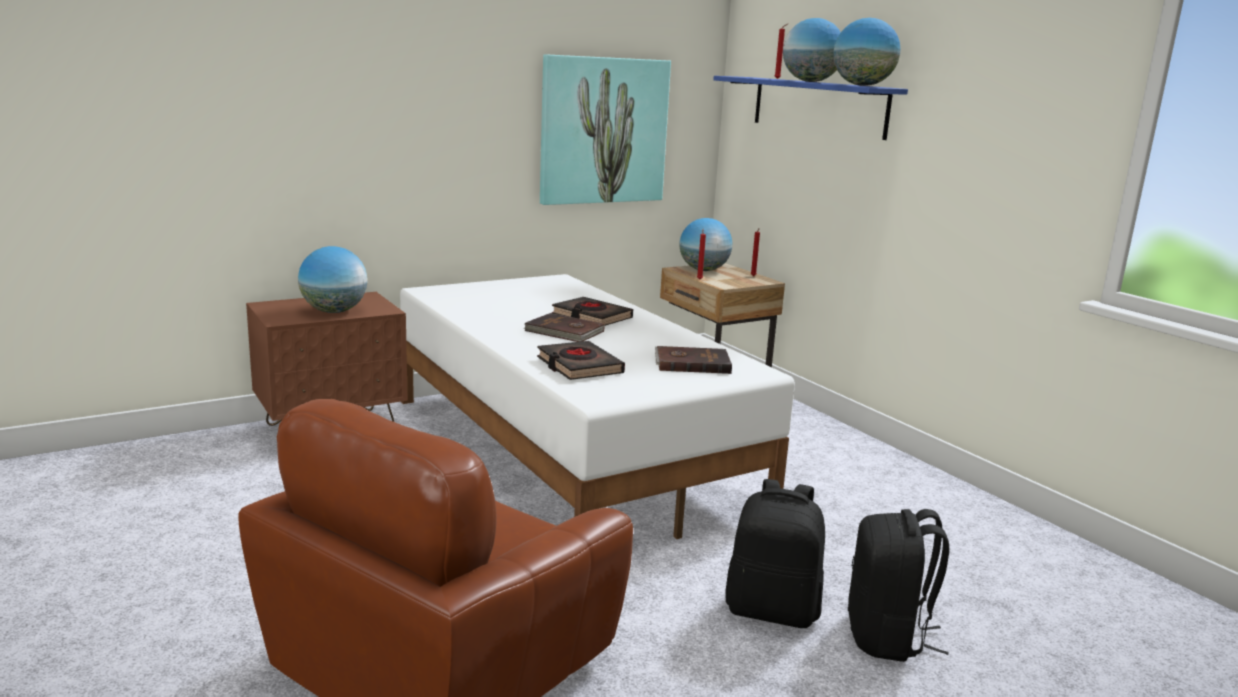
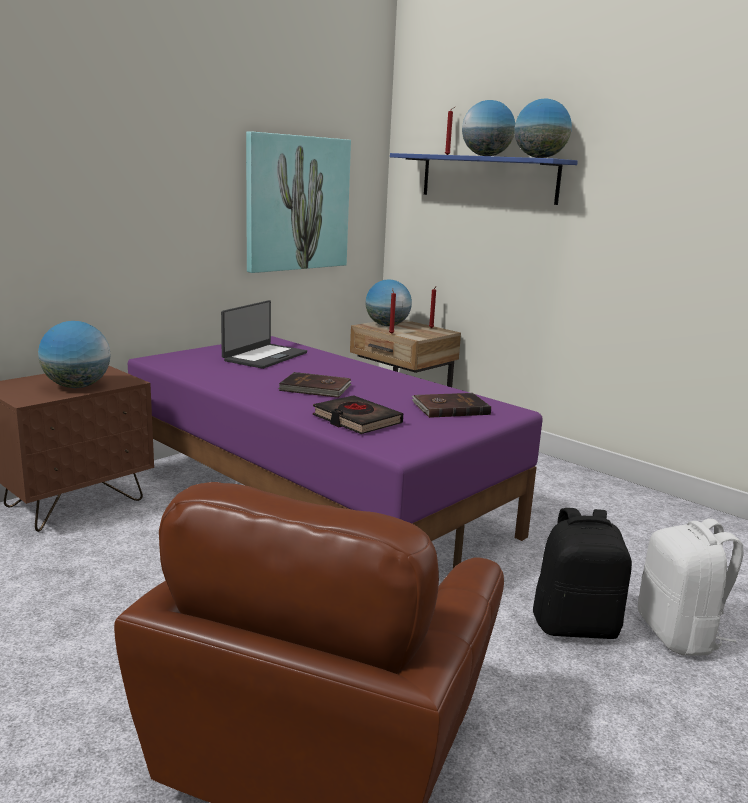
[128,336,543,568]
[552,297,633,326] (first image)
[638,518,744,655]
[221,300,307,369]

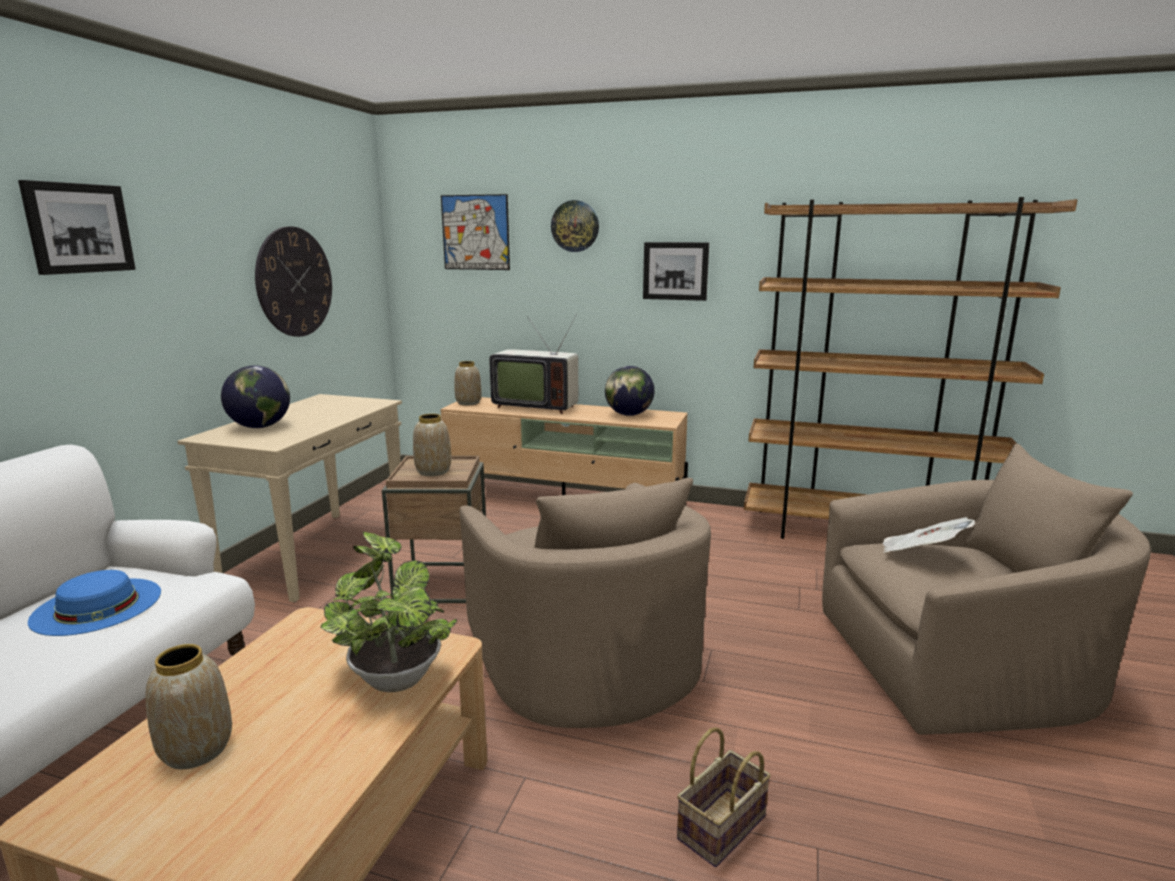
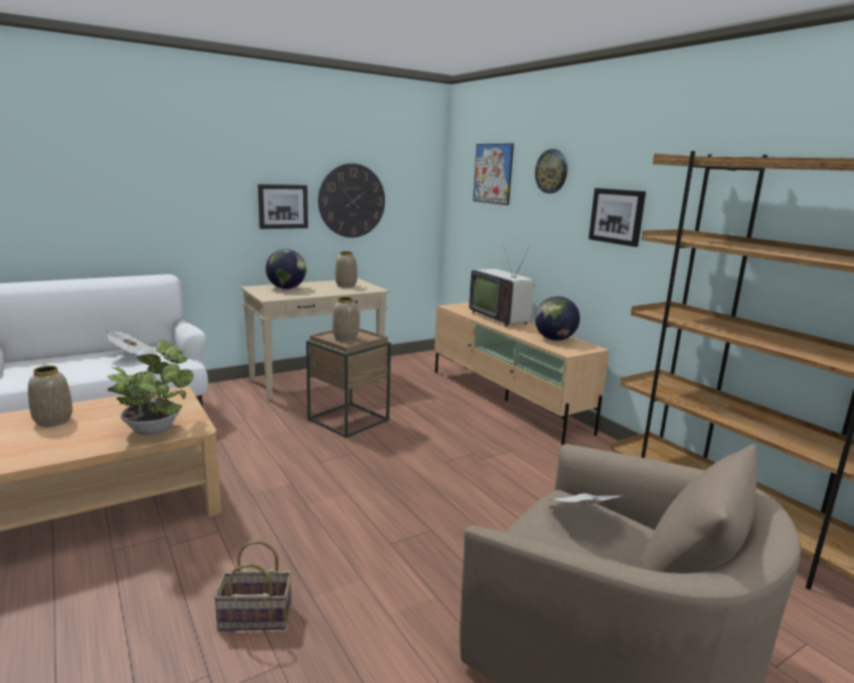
[258,184,308,229]
[103,331,158,356]
[335,251,357,288]
[459,478,711,728] (first image)

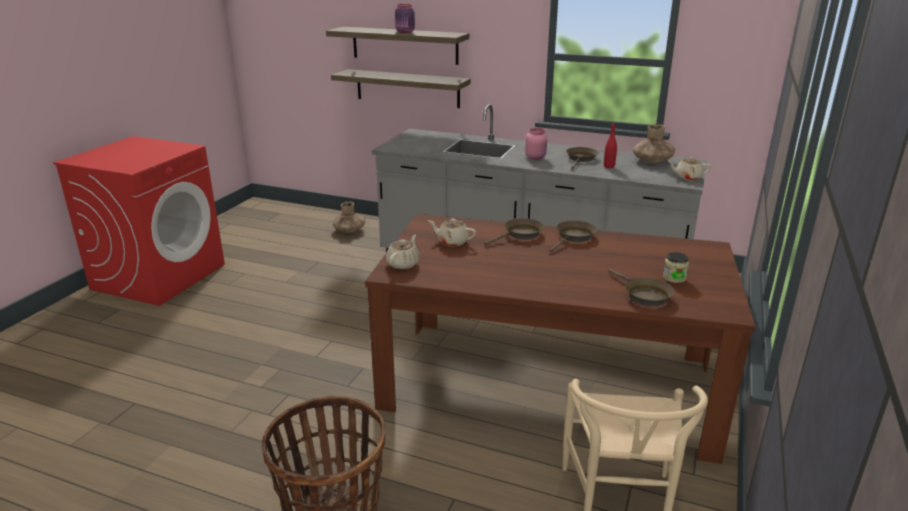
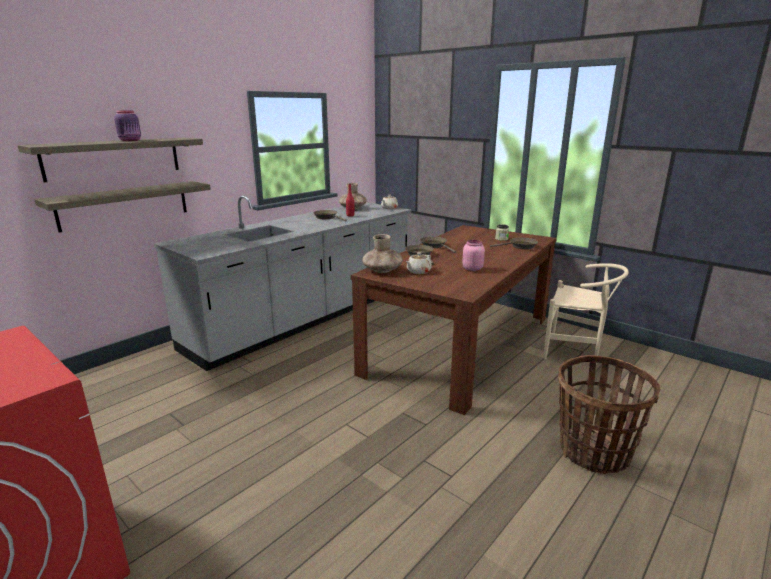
[362,234,403,273]
[386,235,420,269] (first image)
[462,240,485,271]

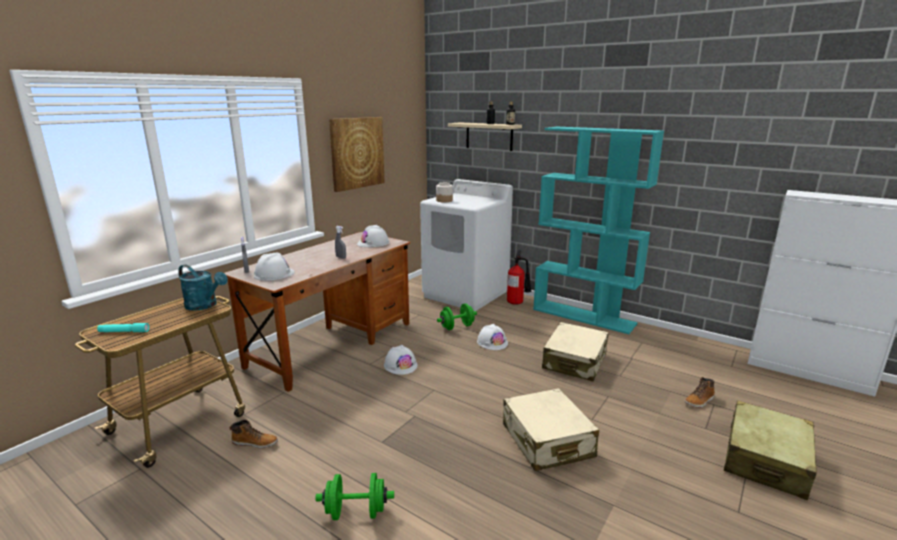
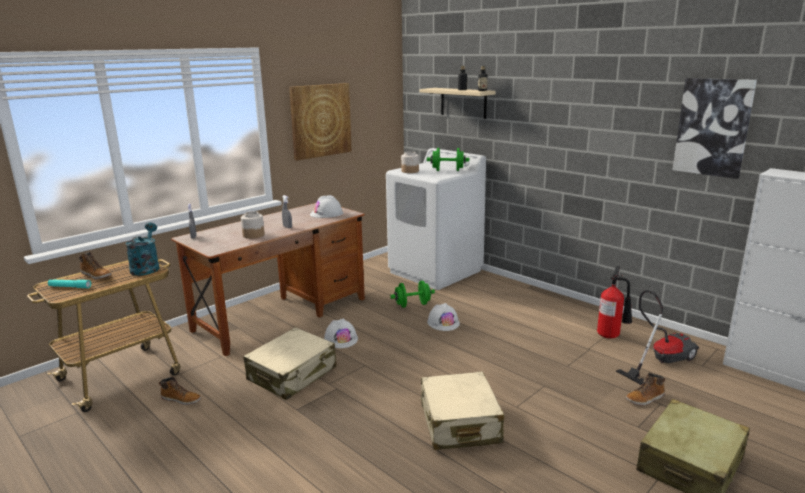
[125,223,159,276]
[254,252,295,281] (first image)
[427,148,469,171]
[597,266,632,338]
[533,127,664,334] (first image)
[244,327,337,400]
[79,252,112,279]
[241,211,265,239]
[616,290,699,385]
[673,78,757,179]

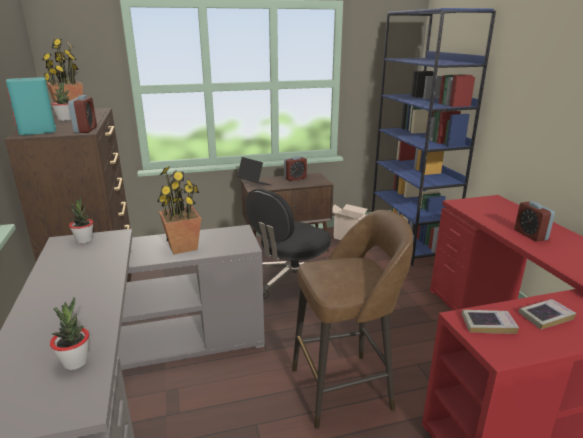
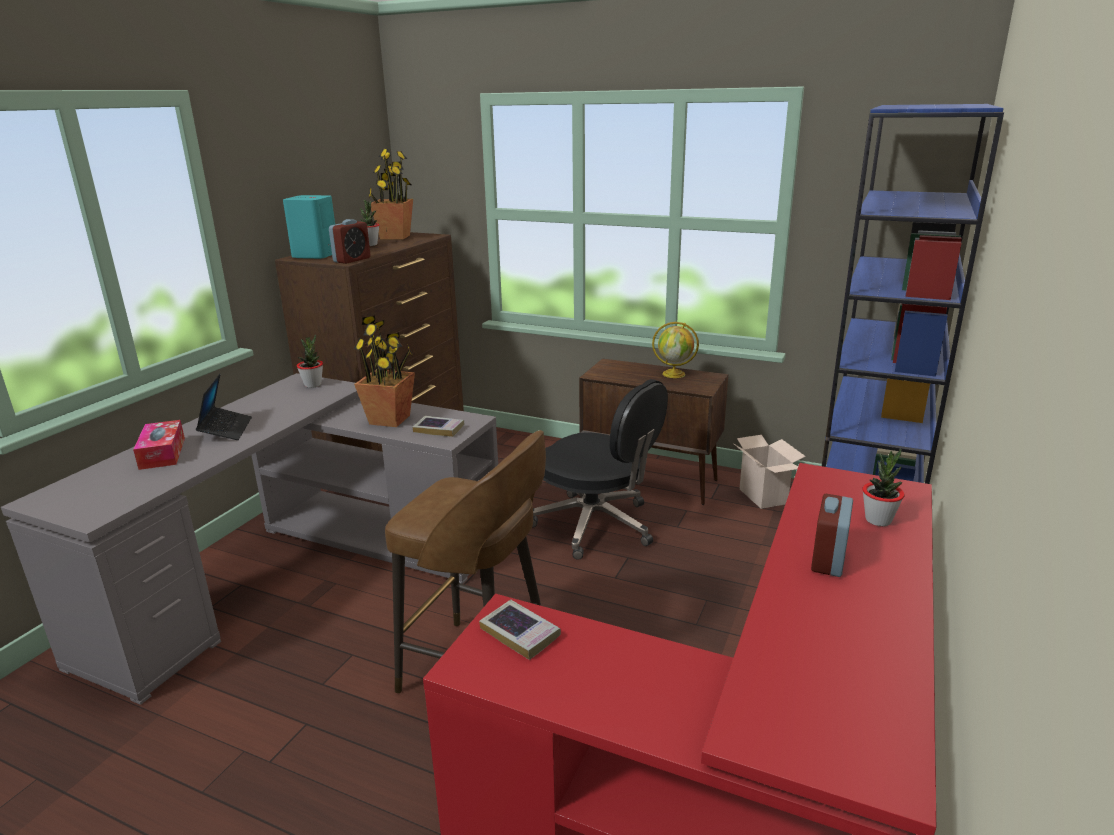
[862,449,905,526]
[196,373,252,440]
[532,379,668,560]
[652,322,699,378]
[412,416,464,437]
[133,420,185,470]

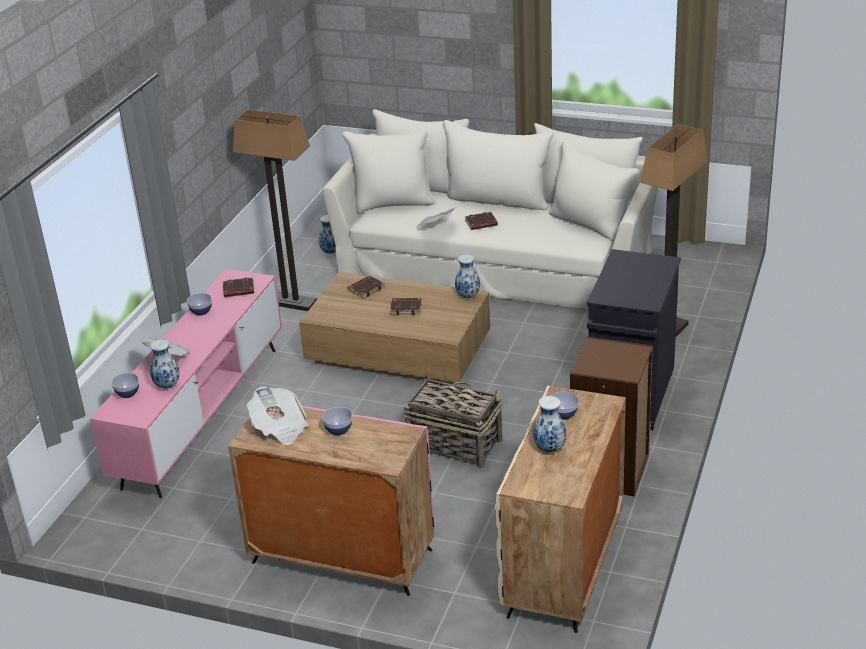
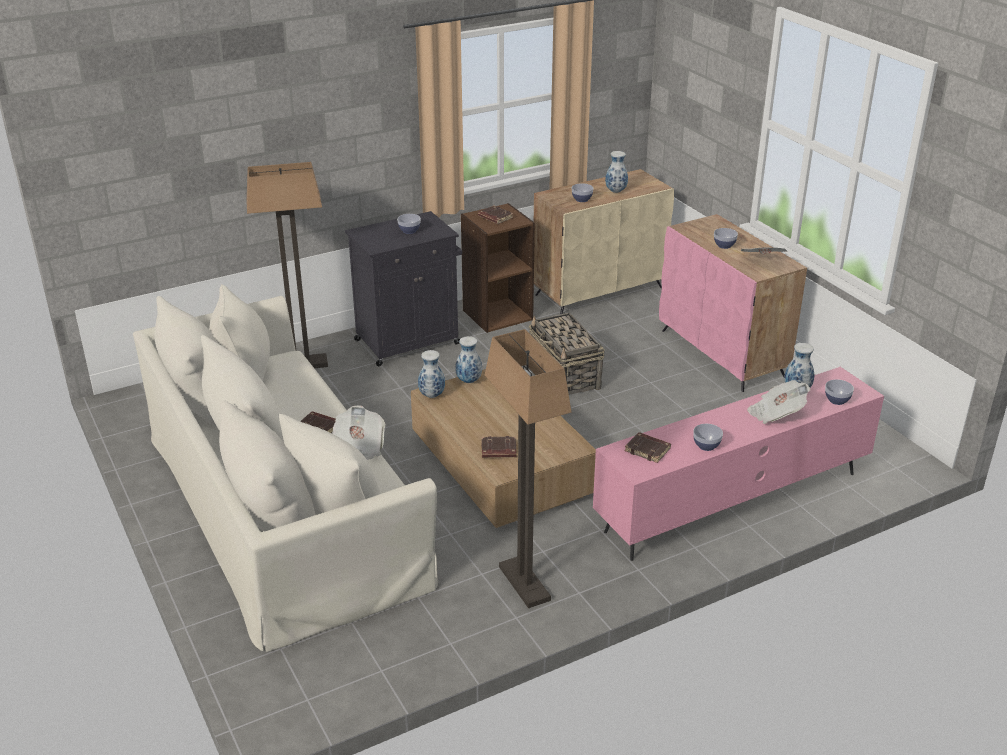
[455,336,482,383]
[478,206,513,224]
[397,214,421,234]

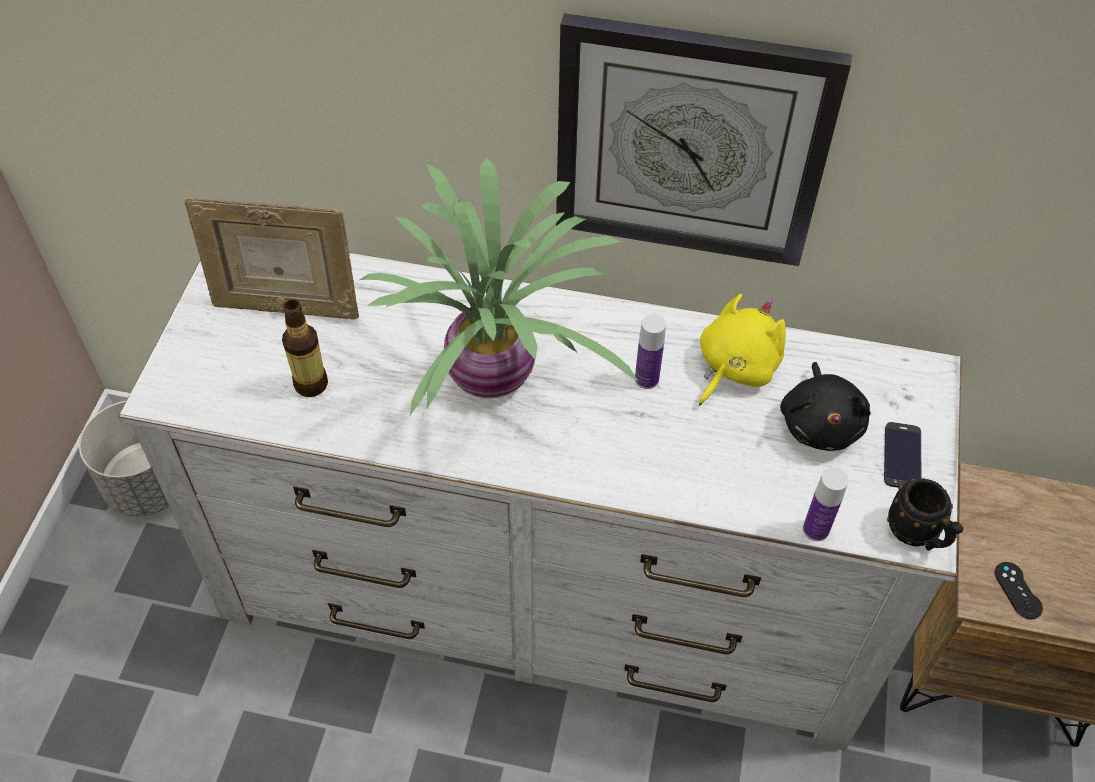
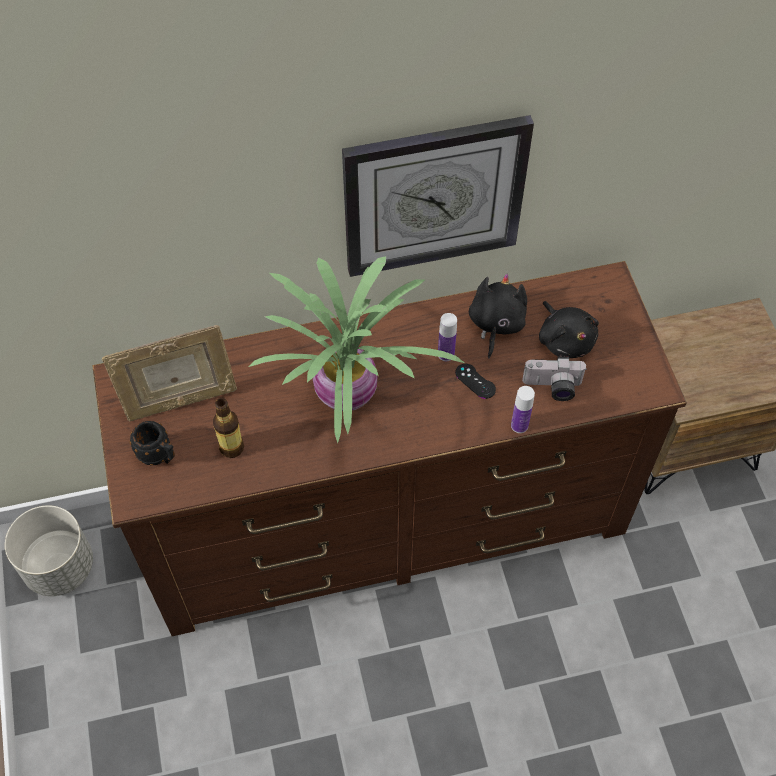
[92,261,687,636]
[469,273,527,359]
[511,386,535,433]
[884,422,922,488] (first image)
[129,421,175,465]
[455,363,496,399]
[522,357,587,401]

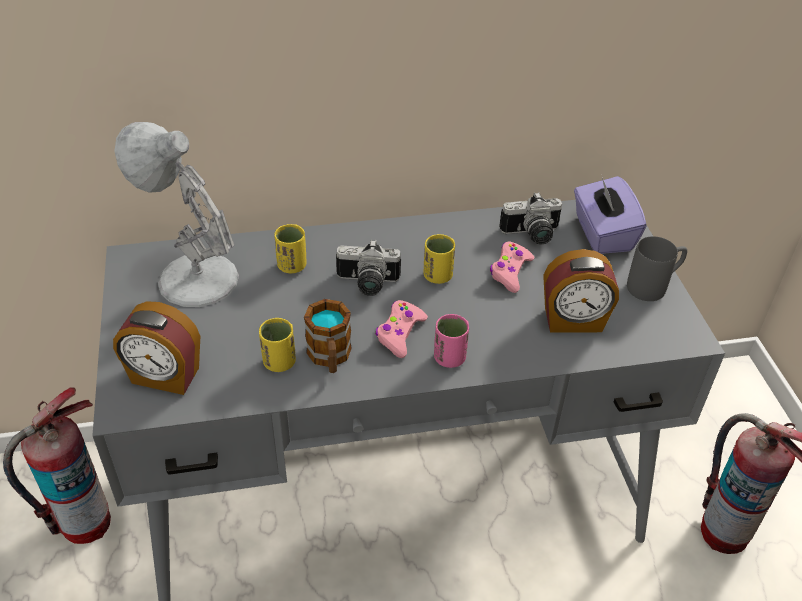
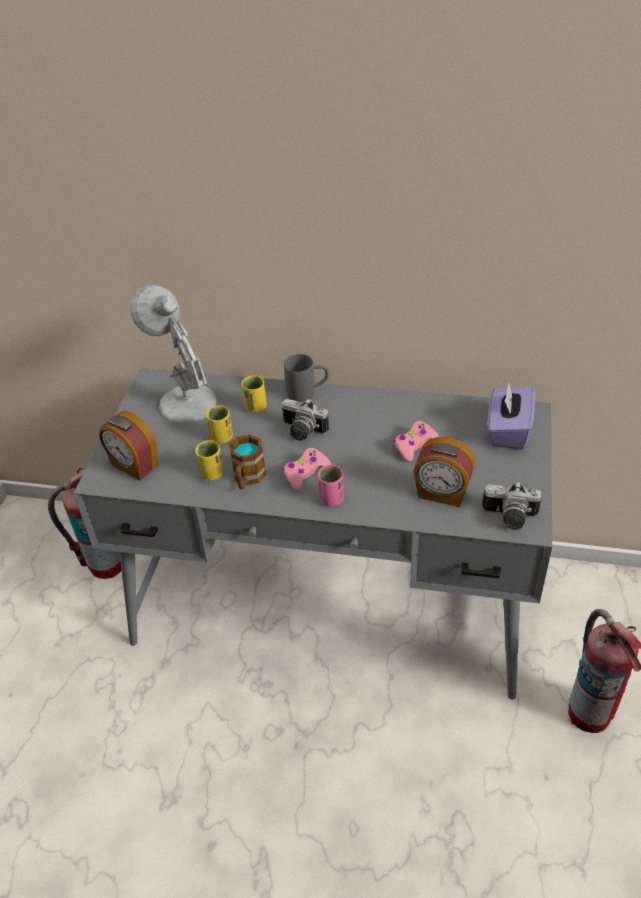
[206,405,233,444]
[482,481,541,530]
[284,354,329,402]

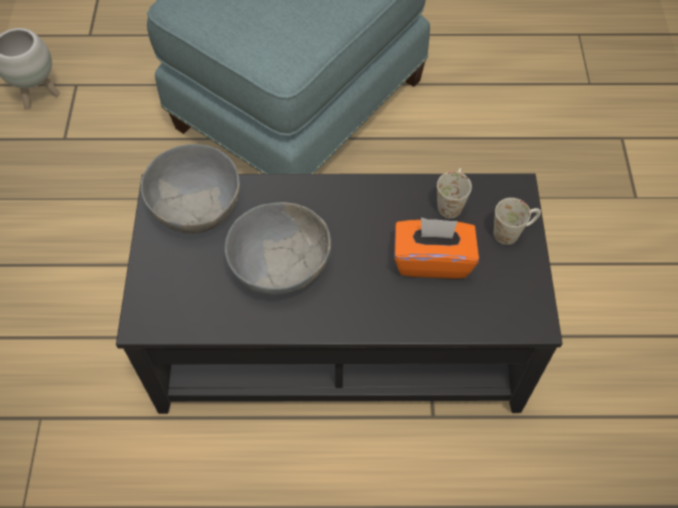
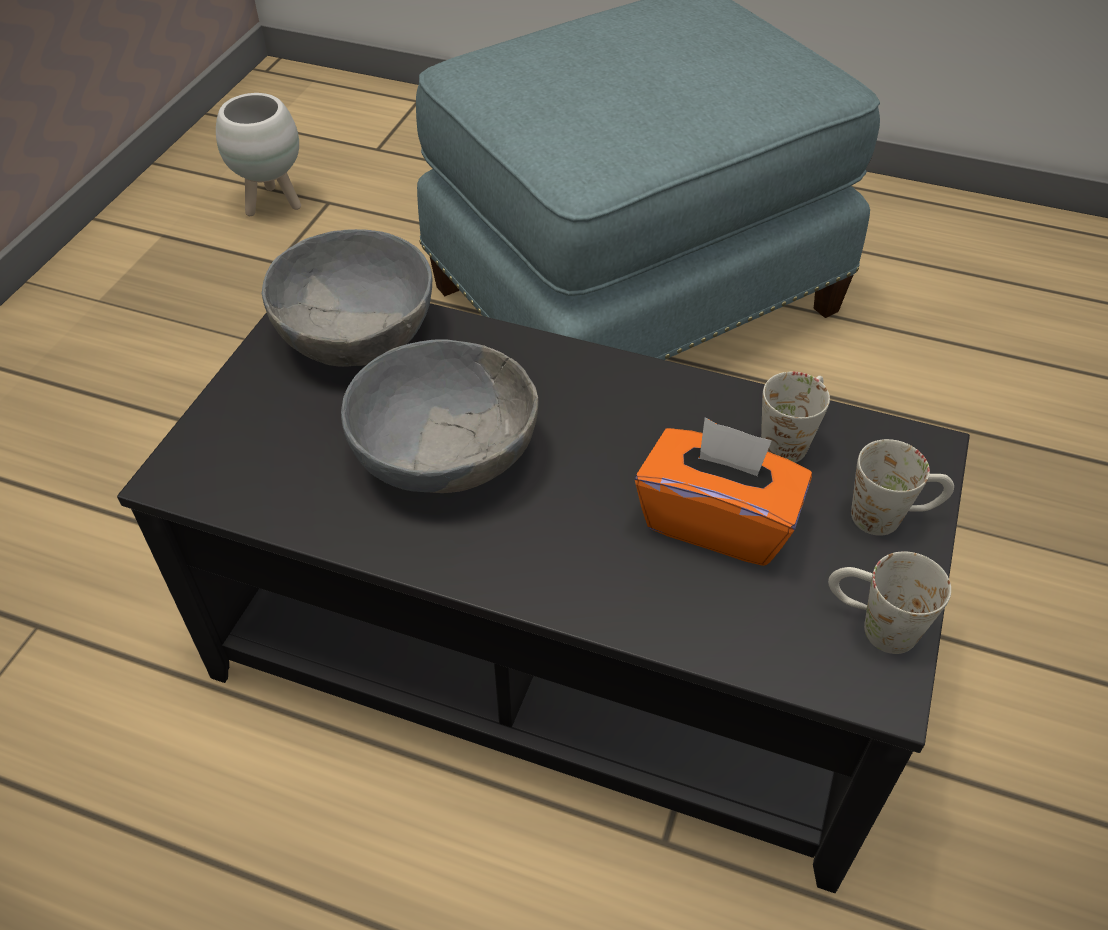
[828,551,951,654]

